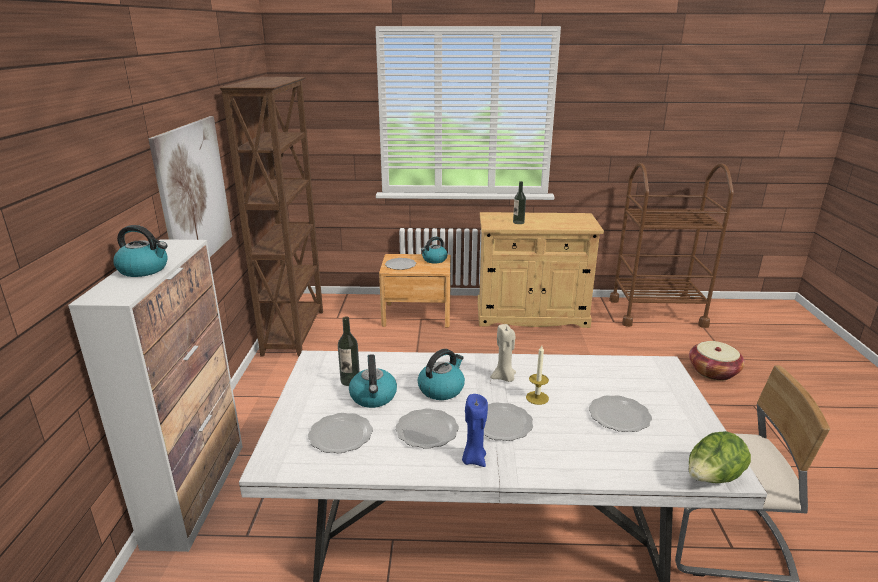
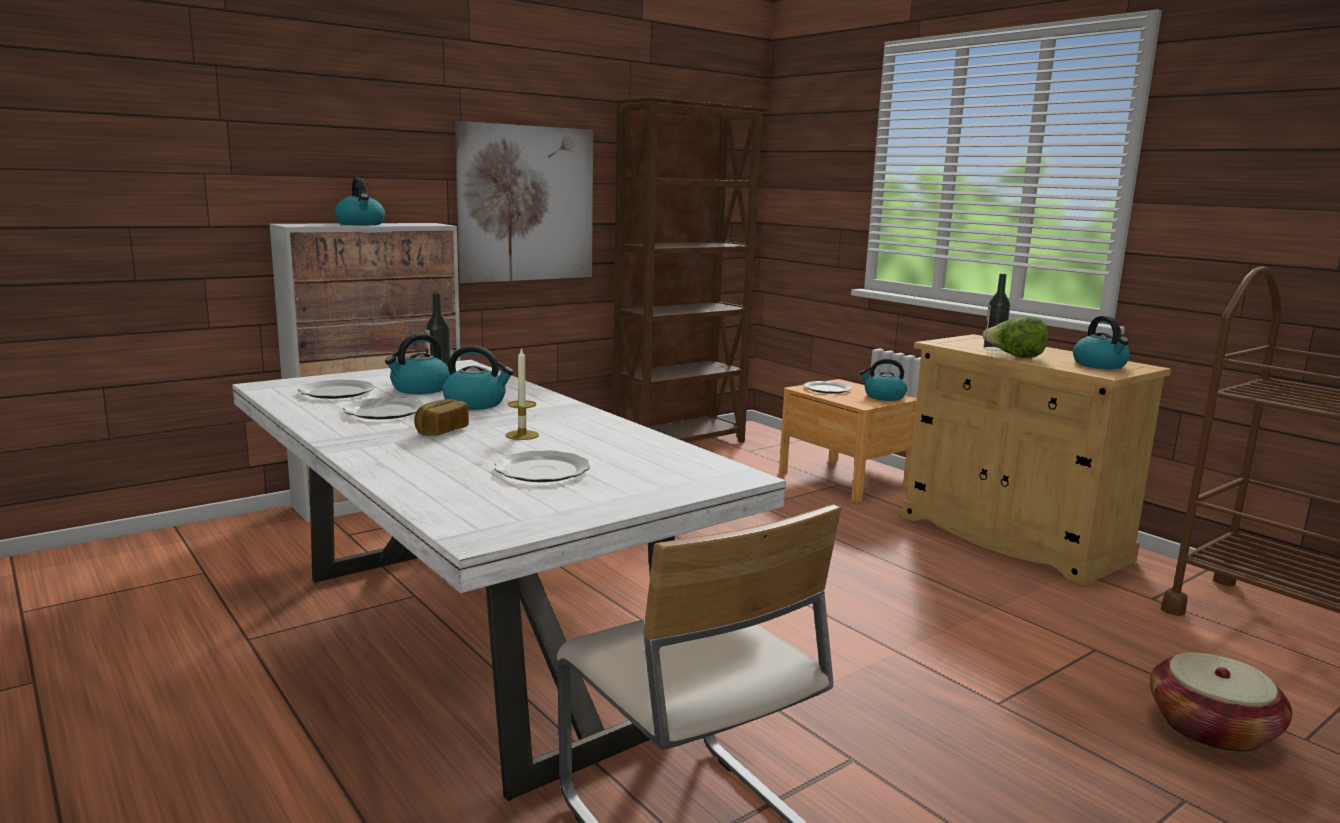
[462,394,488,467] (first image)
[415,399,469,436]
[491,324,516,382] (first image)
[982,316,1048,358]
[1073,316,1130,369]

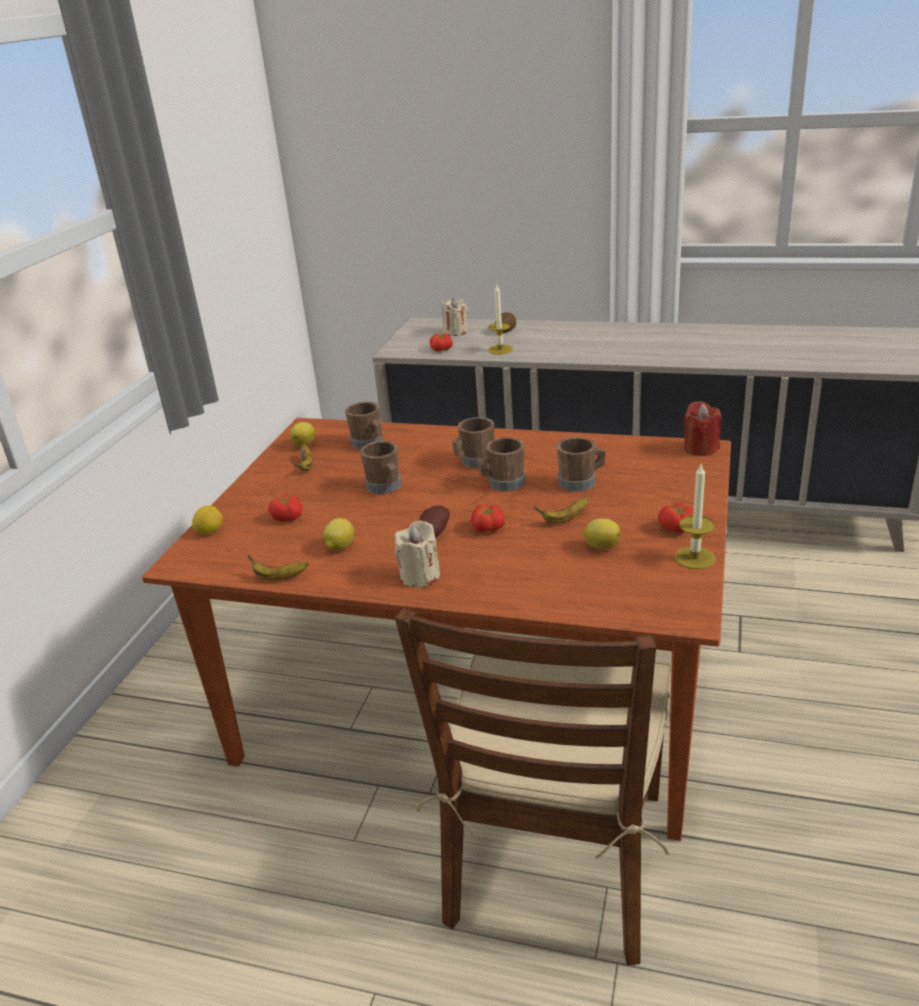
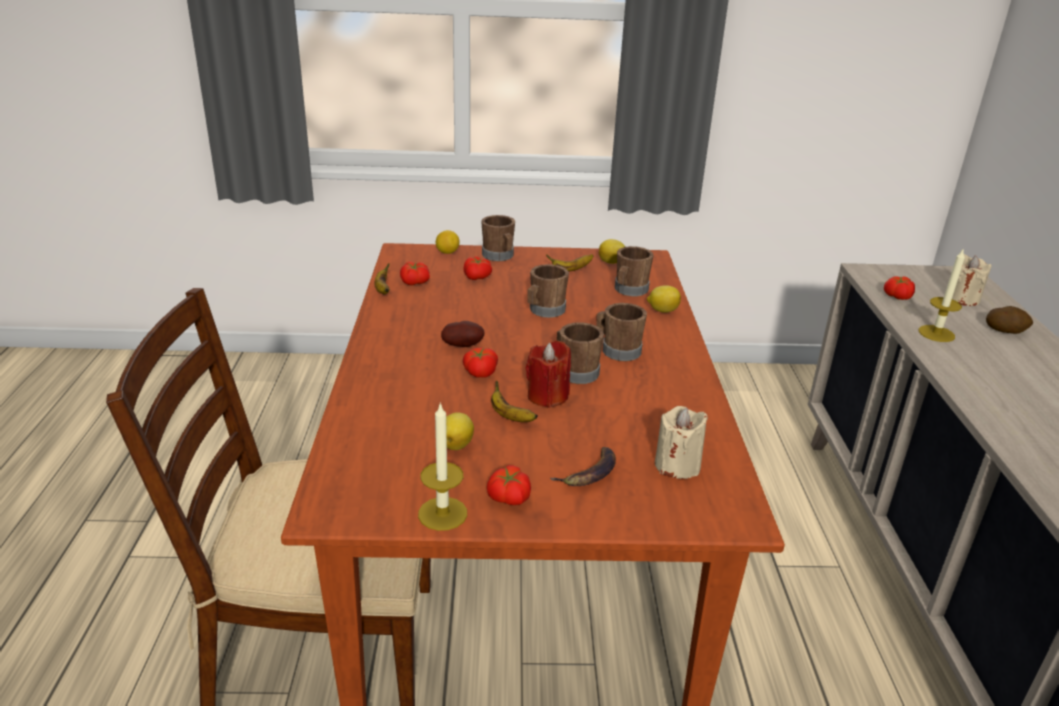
[647,285,681,313]
[655,406,708,479]
[481,215,515,261]
[526,341,571,408]
[400,262,430,285]
[550,447,616,486]

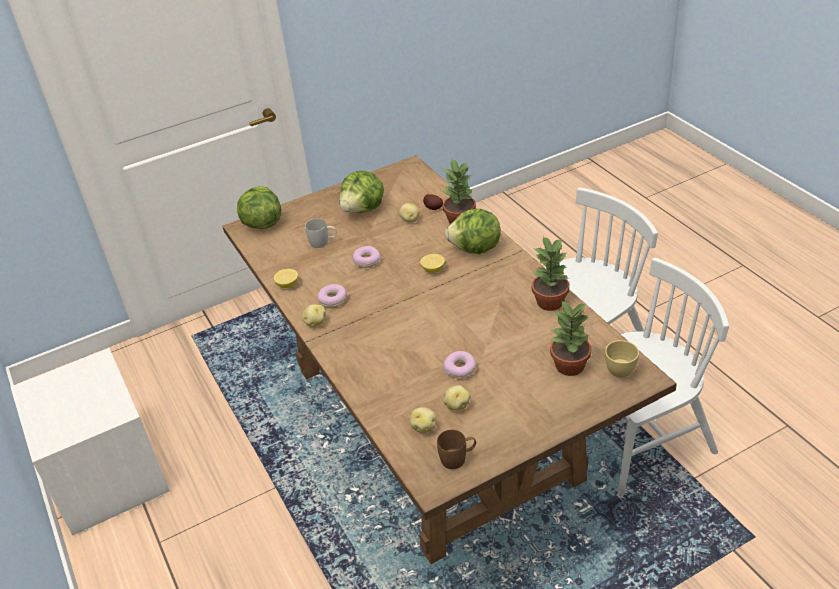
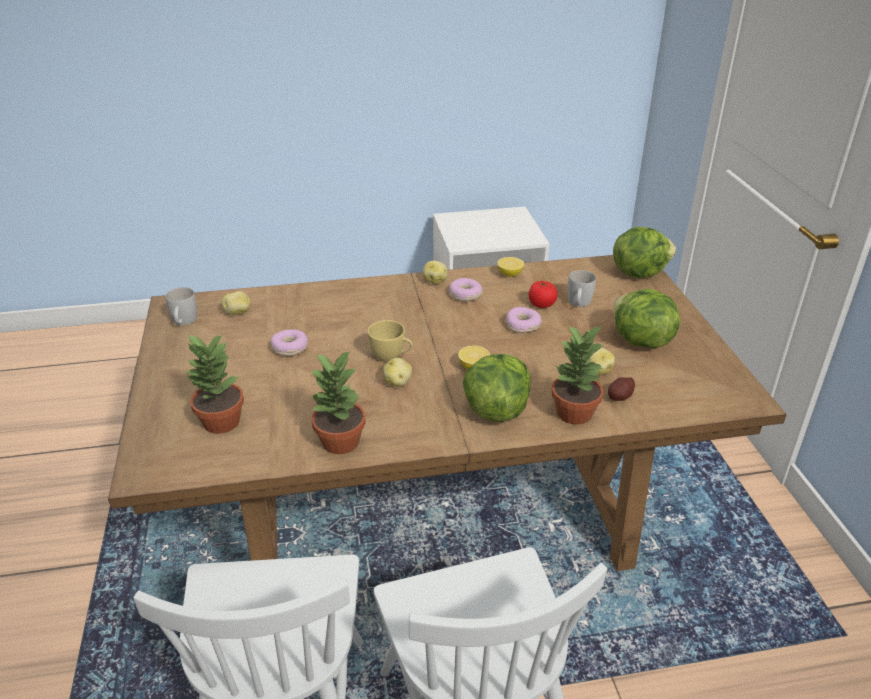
[165,287,197,325]
[383,358,412,387]
[367,320,413,362]
[528,281,557,308]

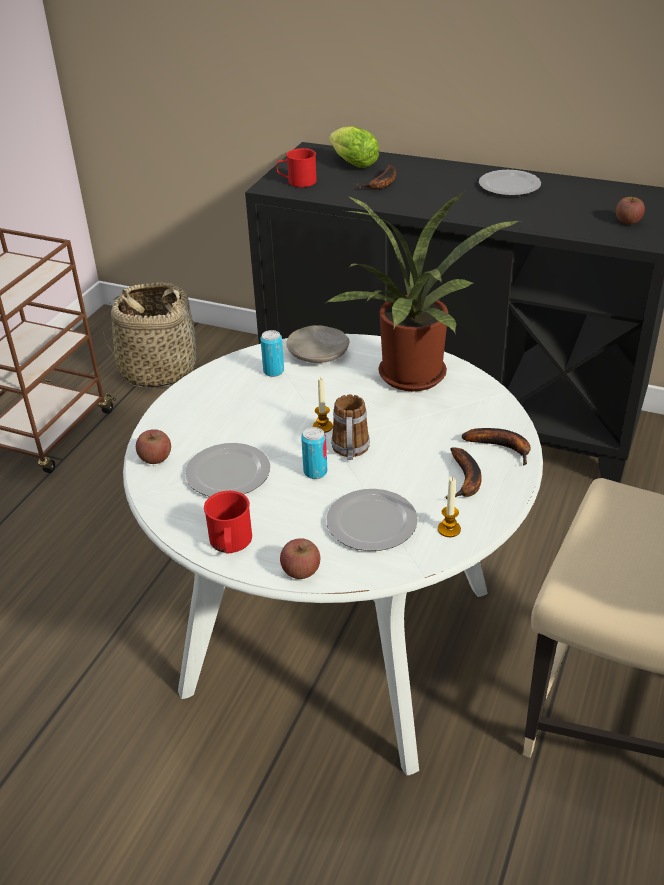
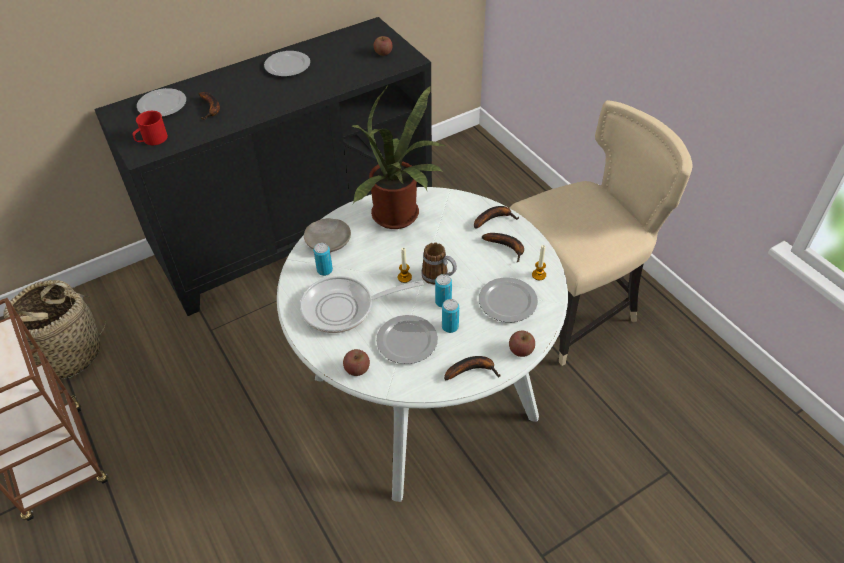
[444,356,500,381]
[137,88,186,117]
[300,276,424,333]
[442,299,459,333]

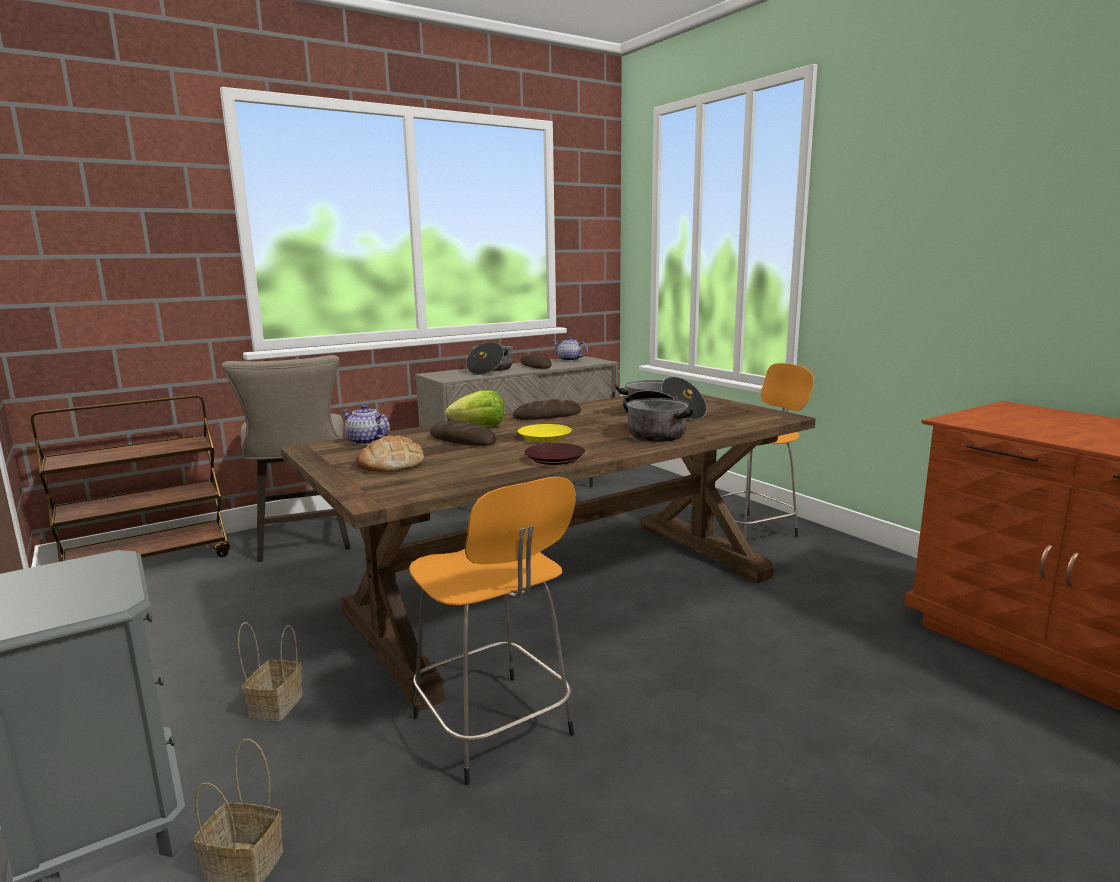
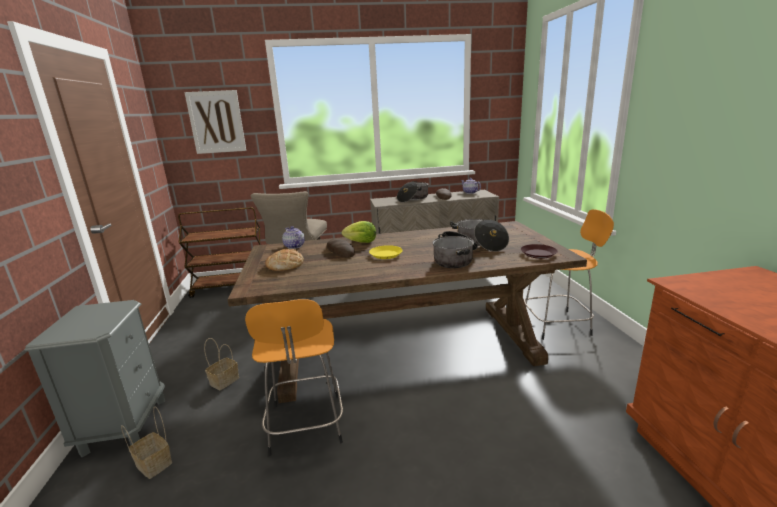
[513,399,581,420] (first image)
[520,244,558,259]
[184,90,246,154]

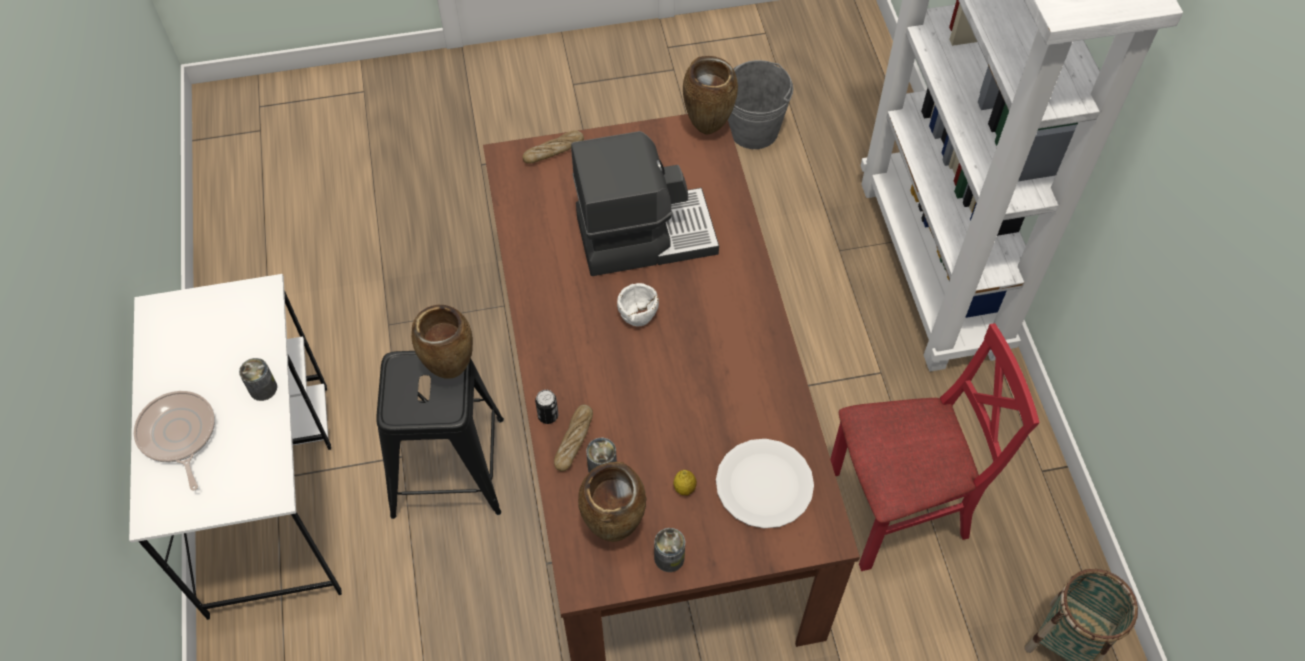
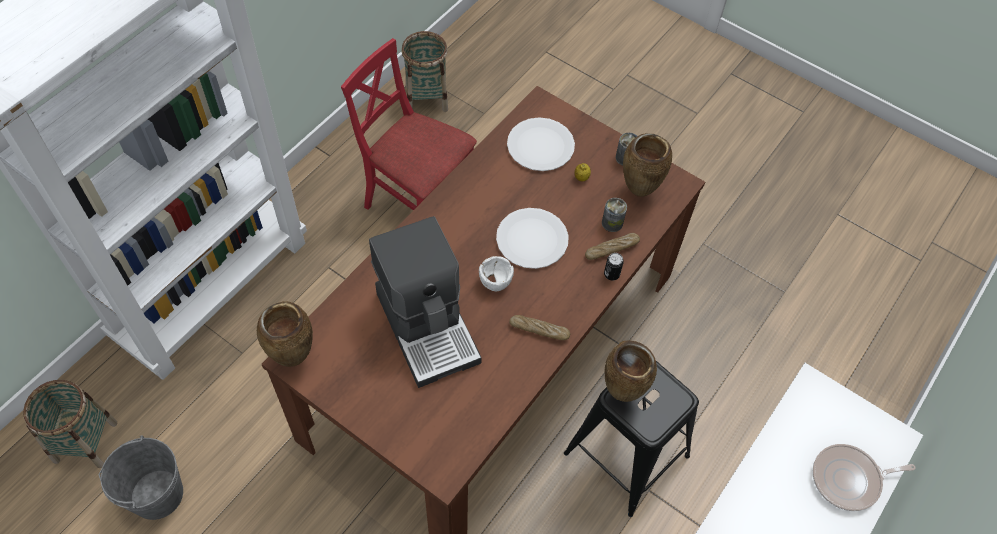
[813,444,916,511]
[239,358,277,401] (first image)
[509,315,570,340]
[369,216,482,388]
[23,380,118,468]
[496,208,569,269]

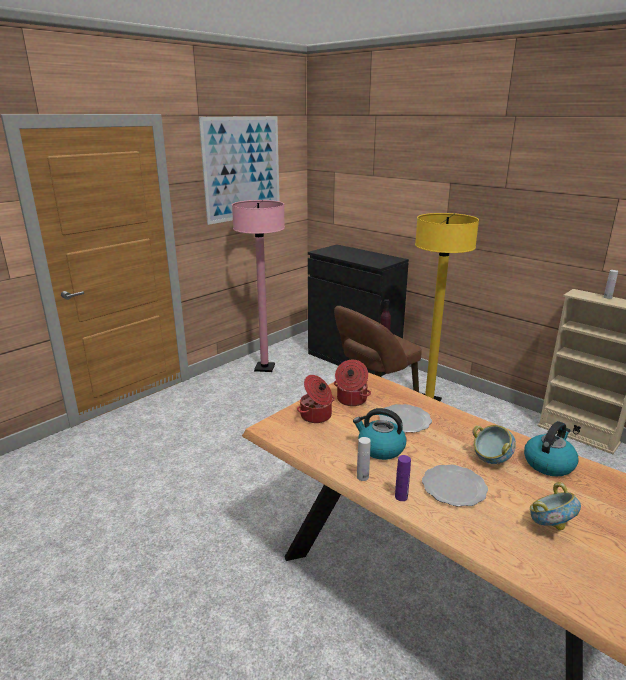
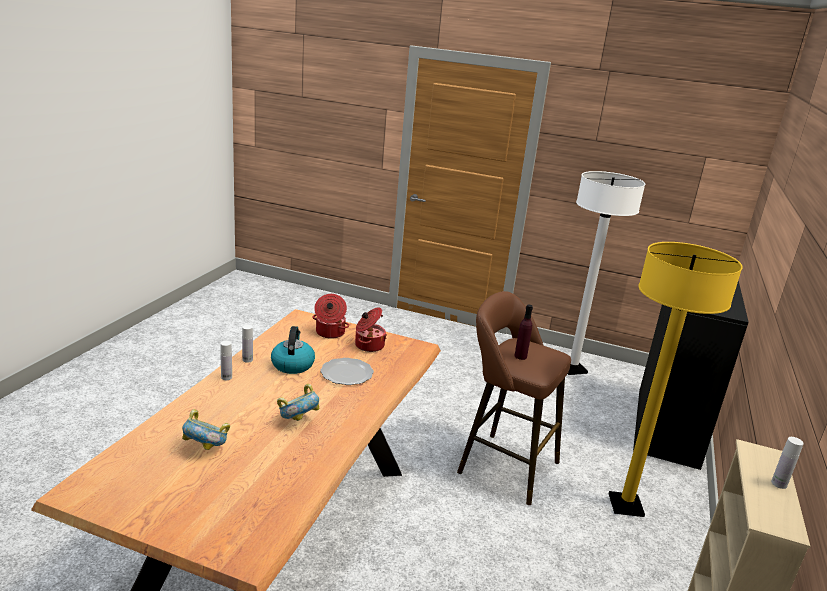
[199,116,280,225] (first image)
[568,171,645,375]
[220,341,232,380]
[422,465,488,507] (first image)
[524,421,579,476] (first image)

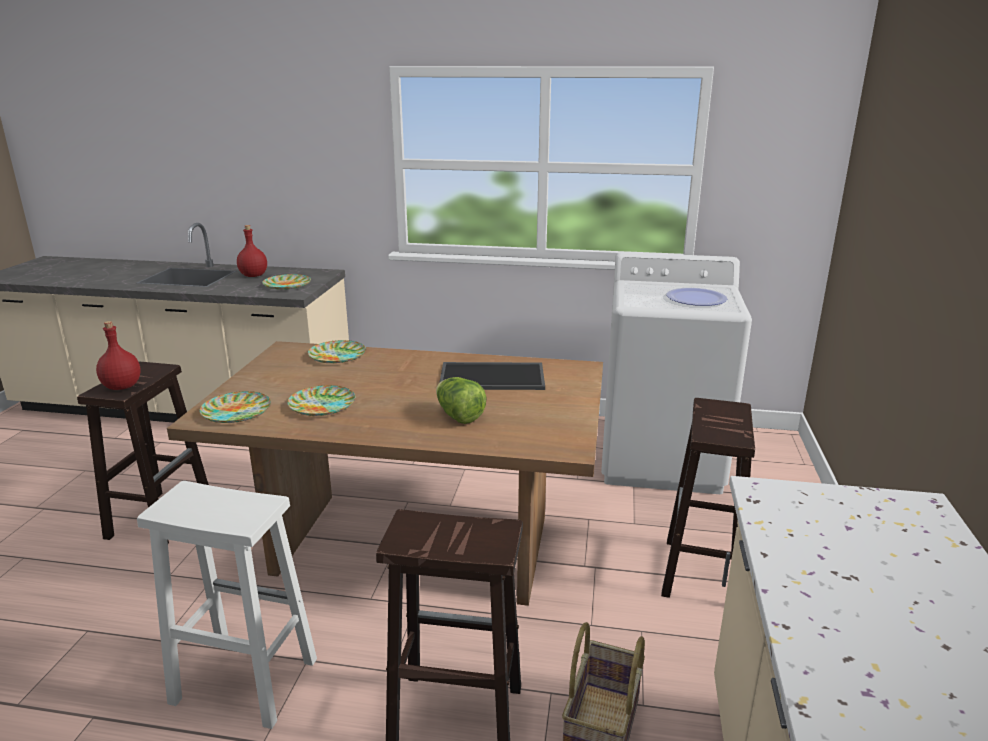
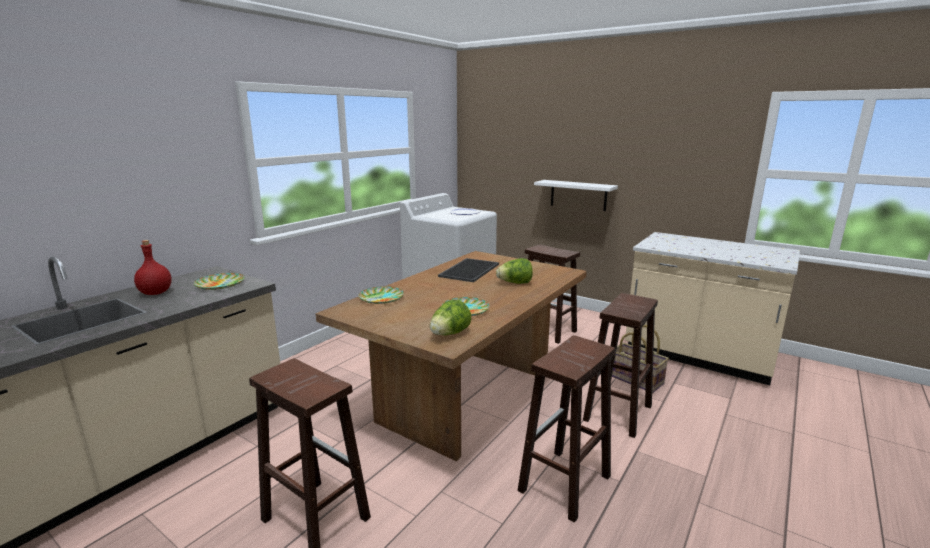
[96,321,141,390] (first image)
[517,335,615,523]
[430,300,471,335]
[534,180,618,211]

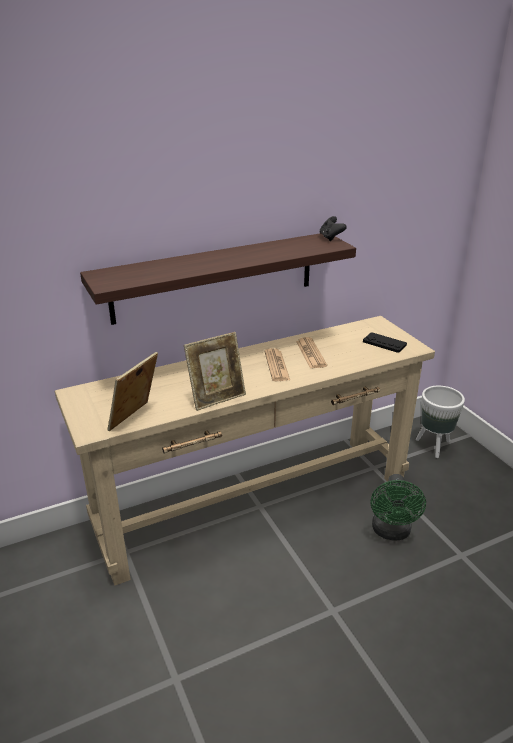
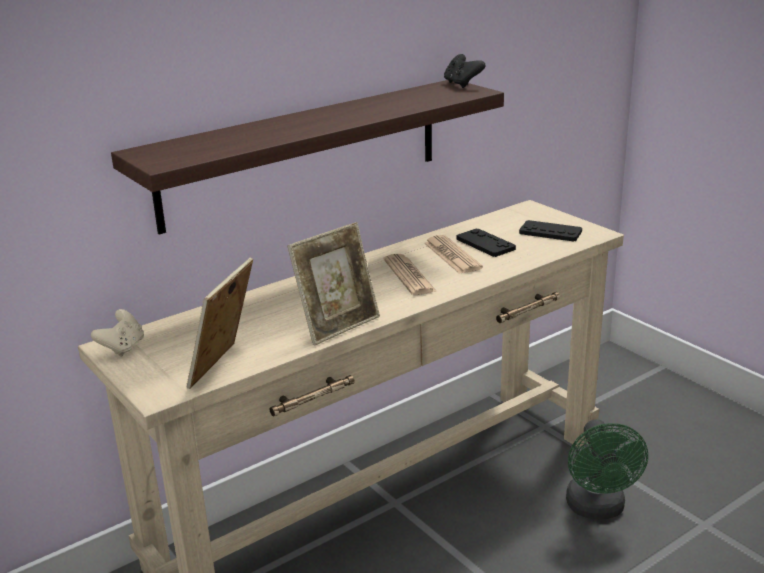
[416,386,465,458] (first image)
[91,309,144,357]
[456,228,516,257]

